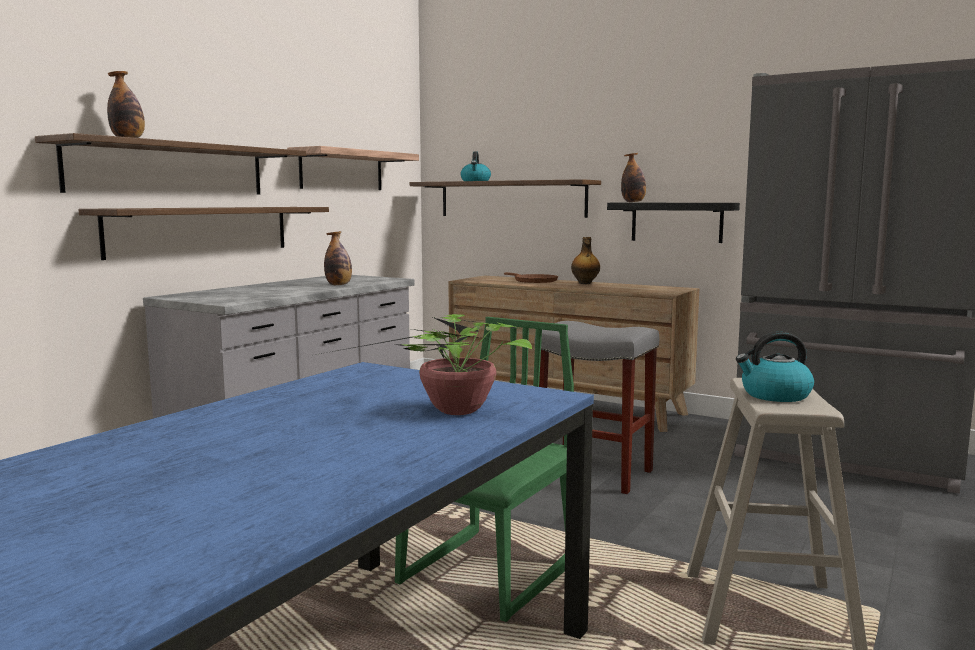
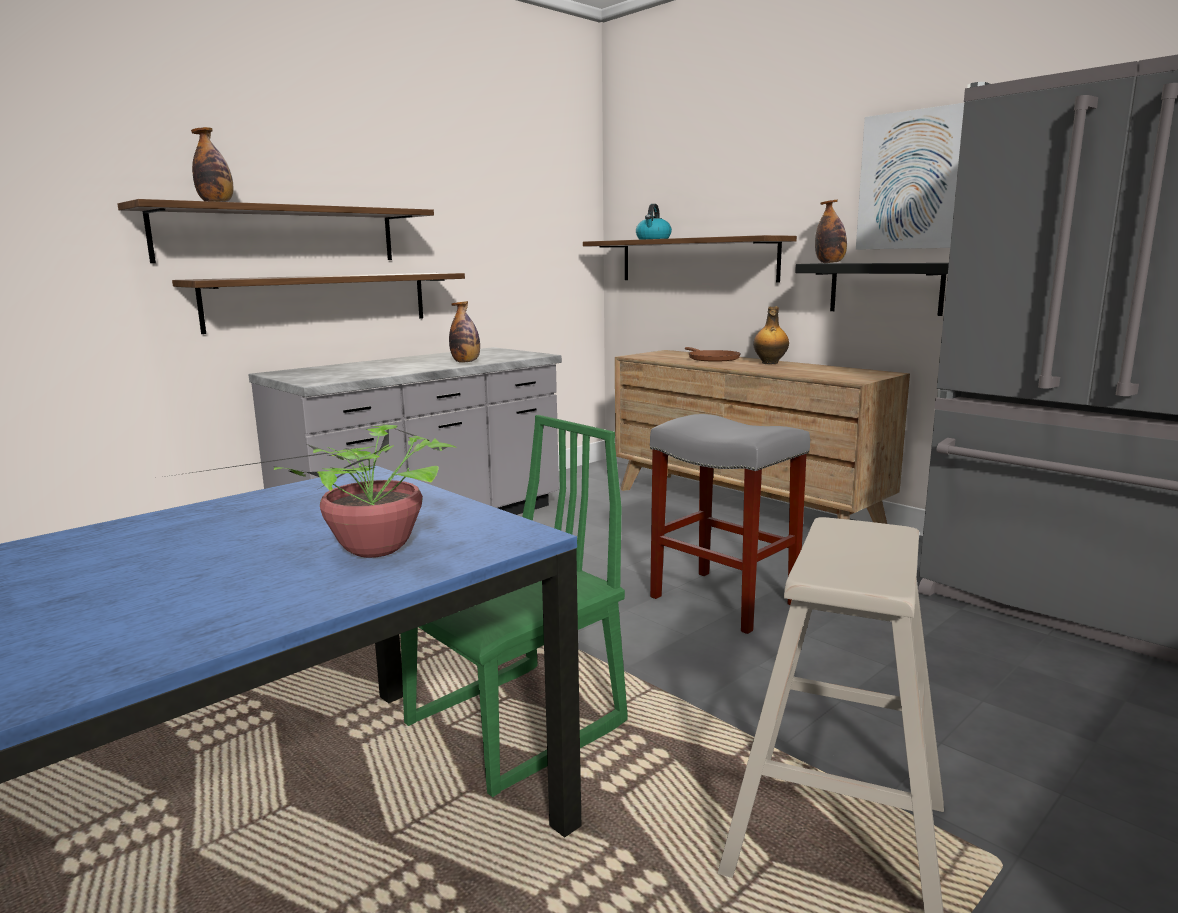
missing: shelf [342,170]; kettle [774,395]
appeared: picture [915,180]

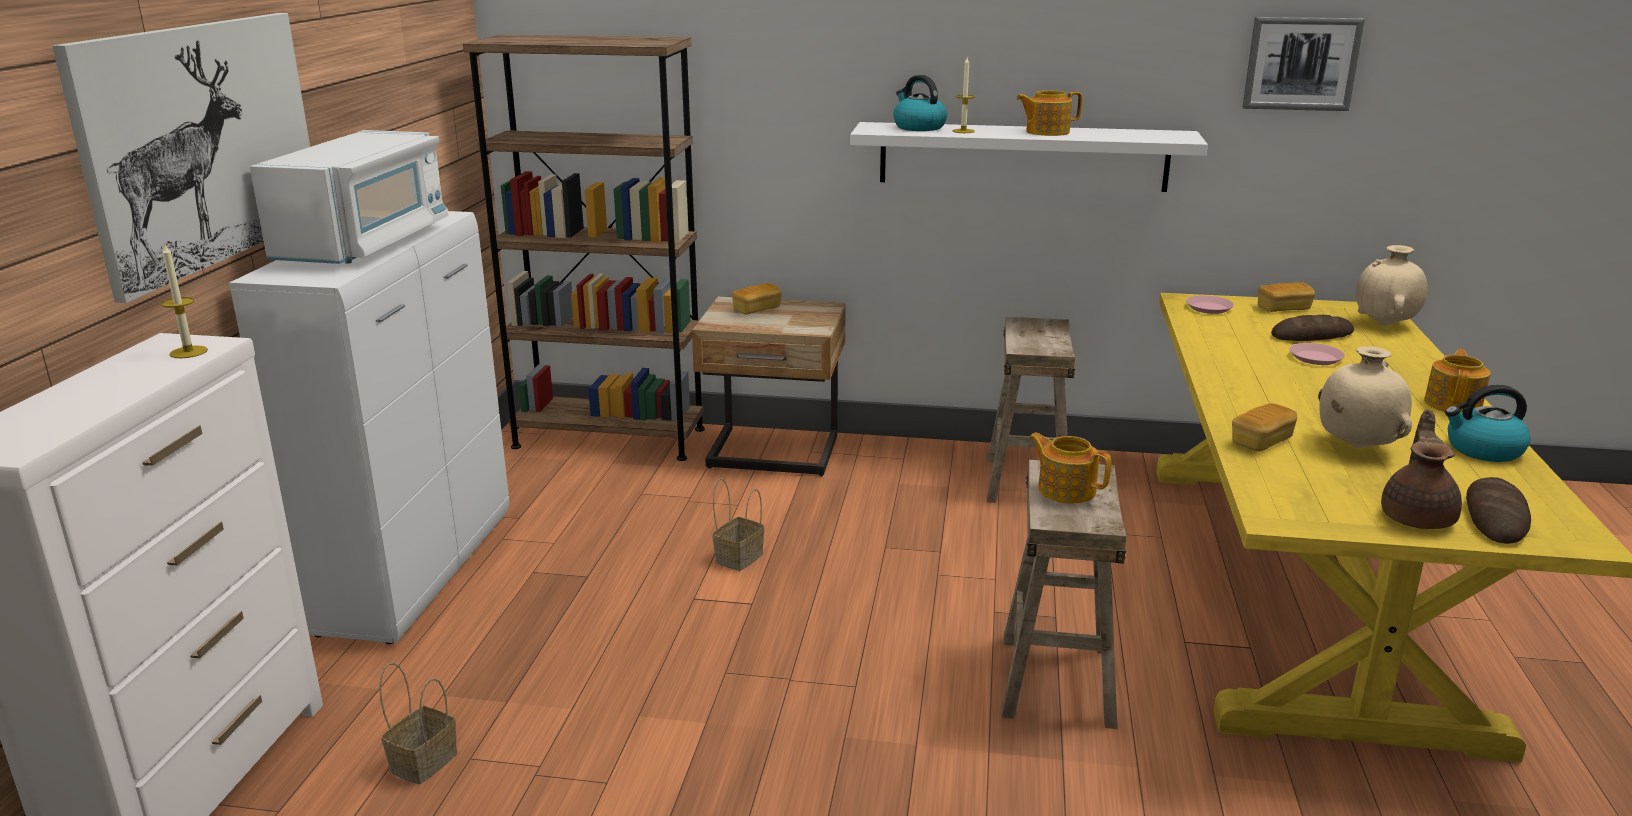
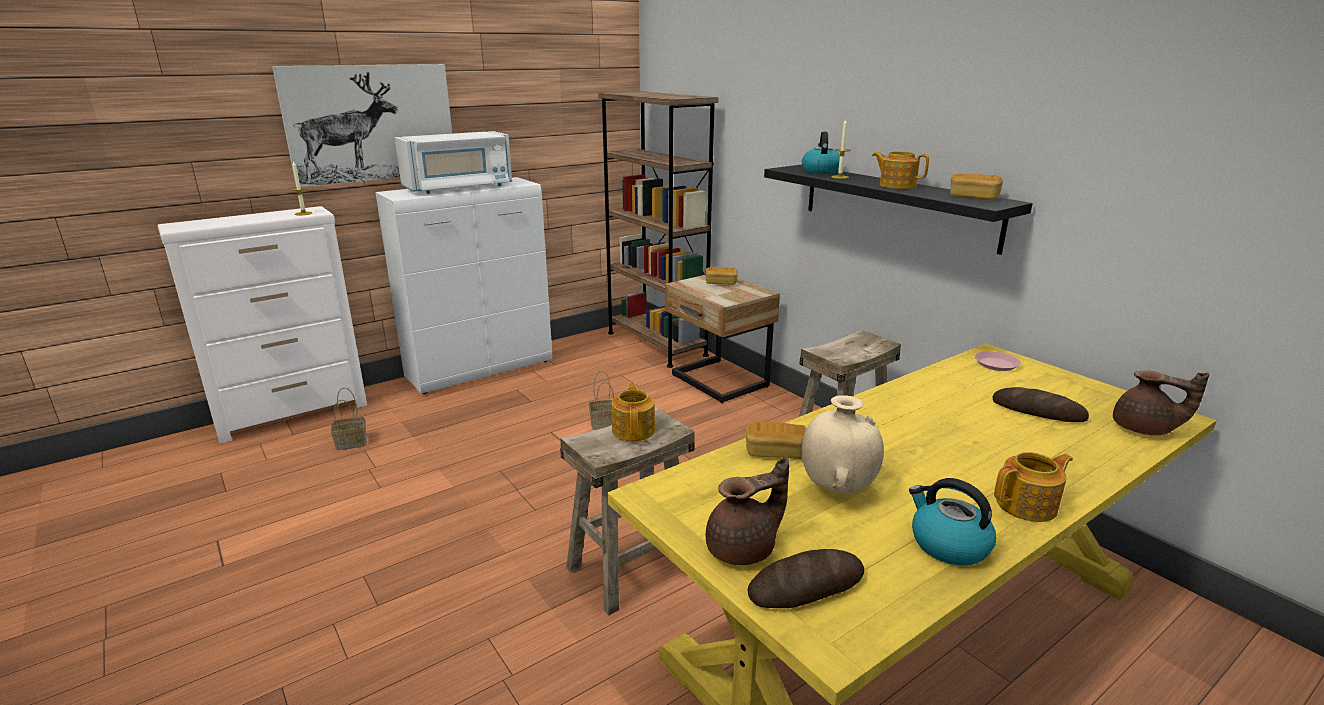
missing: picture [1301,63]; plate in pink [1315,358]
relocated: bread [1283,309] to [973,197]
exchanged: vase in beige [1384,325] to teapot in brown [1144,429]
colour: shelf in white [1022,156] to shelf in black [897,205]

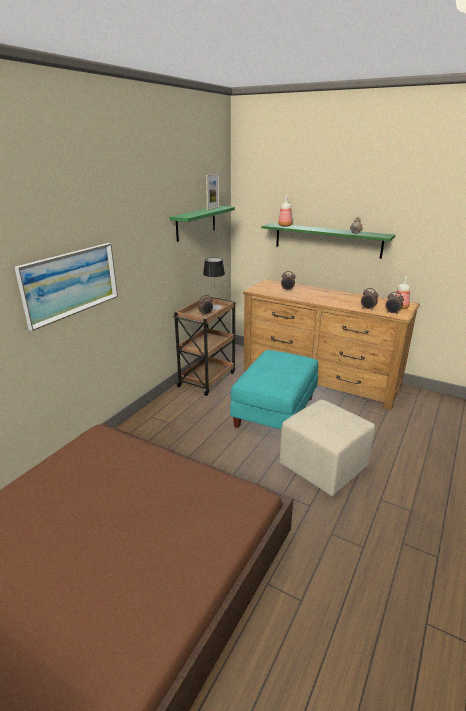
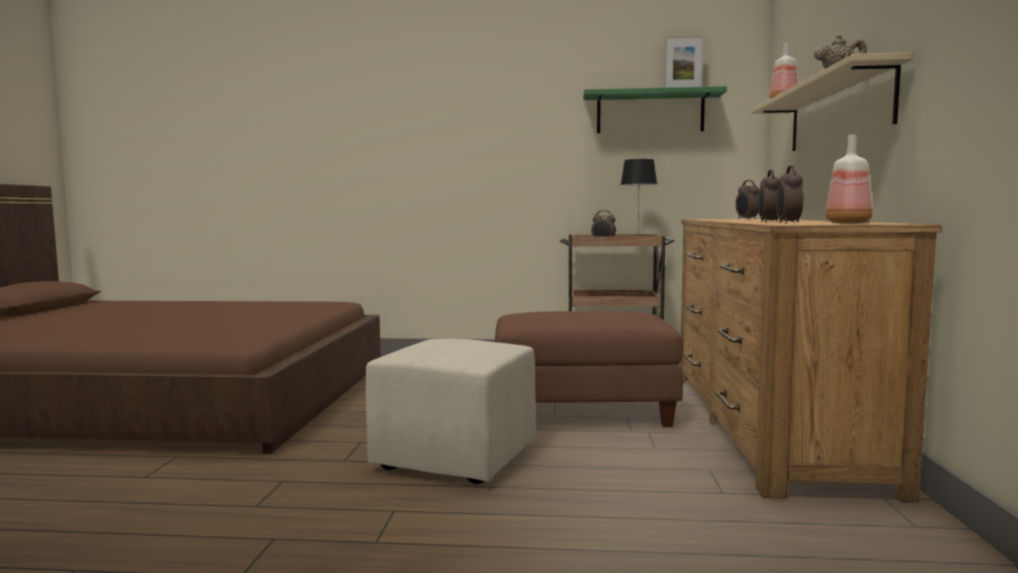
missing: picture [70,283]
colour: ottoman in turquoise [274,411] to ottoman in brown [583,410]; shelf in green [327,240] to shelf in beige [837,113]

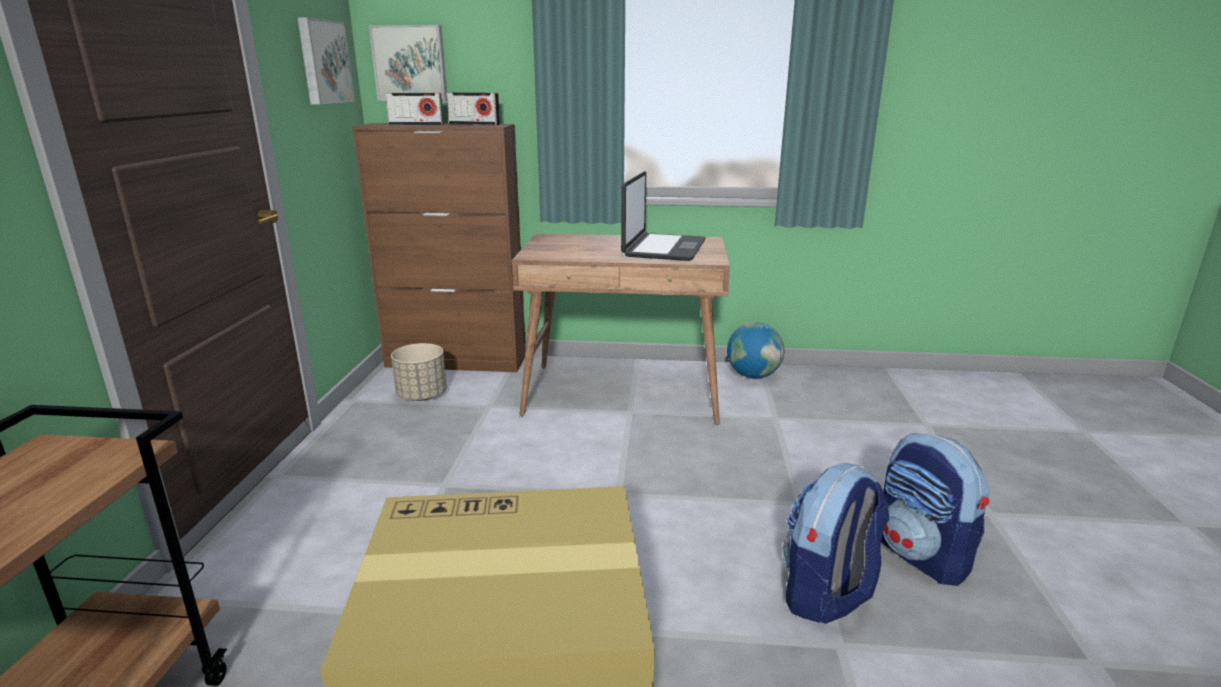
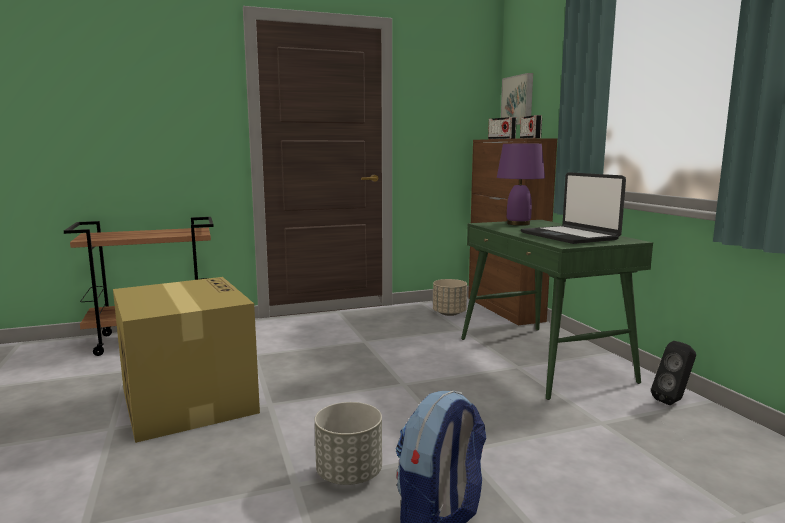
missing: picture [323,62]
appeared: table lamp in purple [518,224]
exchanged: backpack [827,594] to planter in grey [348,474]; globe [753,375] to speaker in black [673,401]
colour: desk in brown [623,393] to desk in green [543,359]
spun: laptop [663,248] = [569,236] 75 degrees clockwise

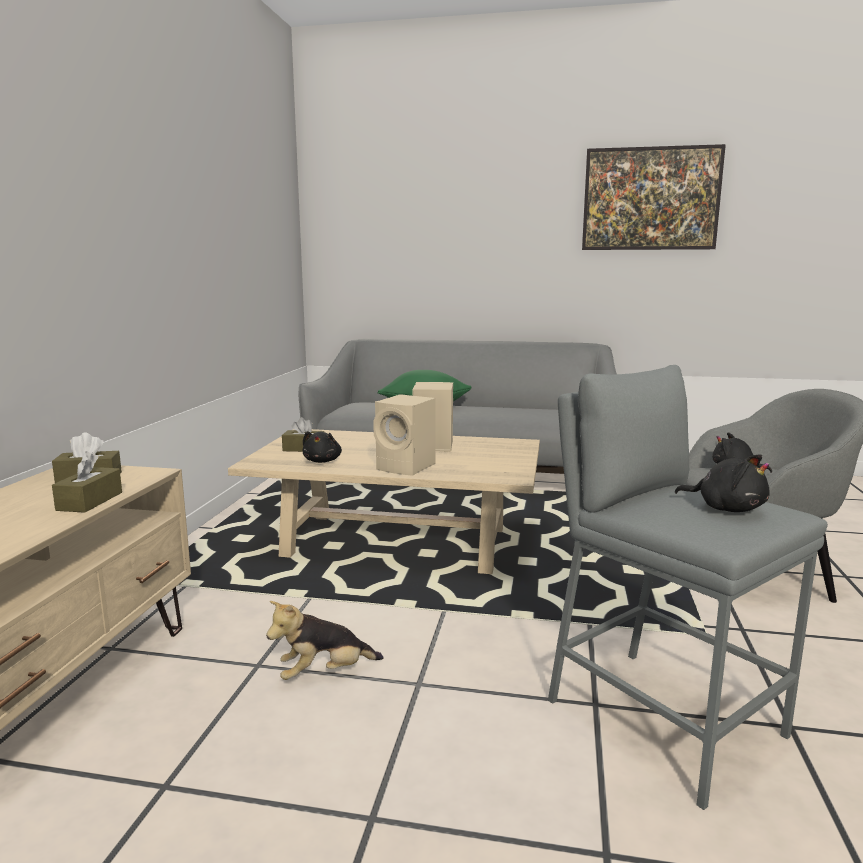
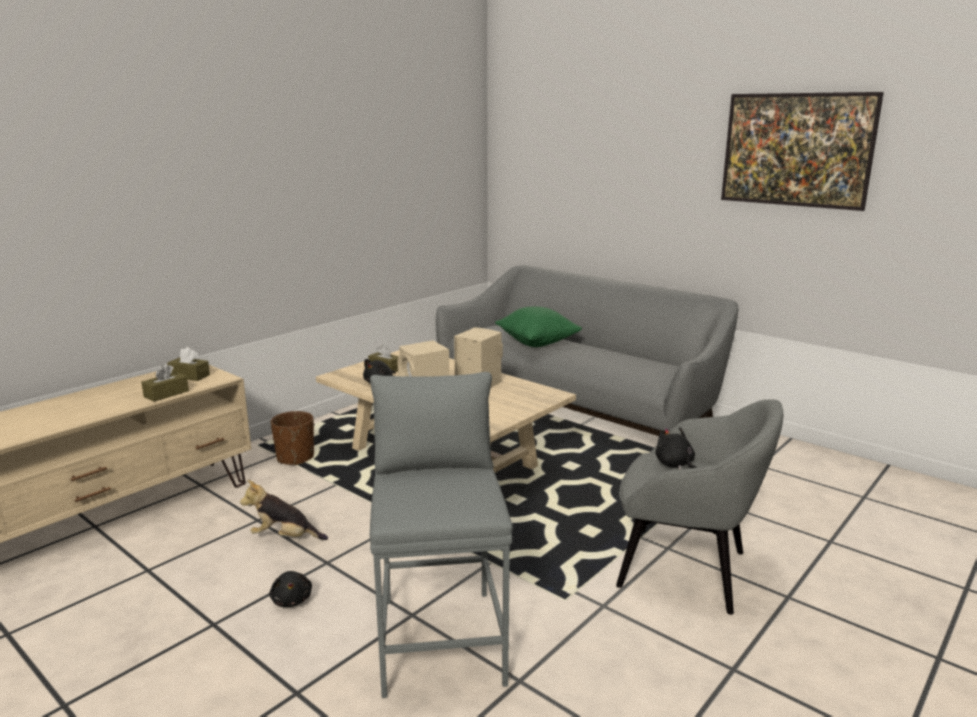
appeared: planter in brown [295,458]
relocated: plush toy in black [726,508] to [292,600]

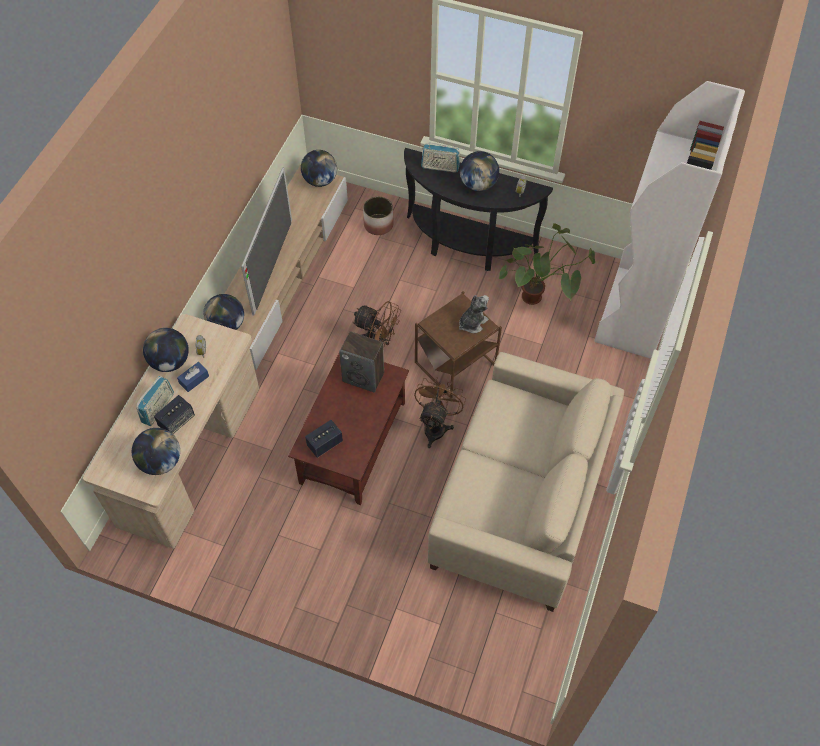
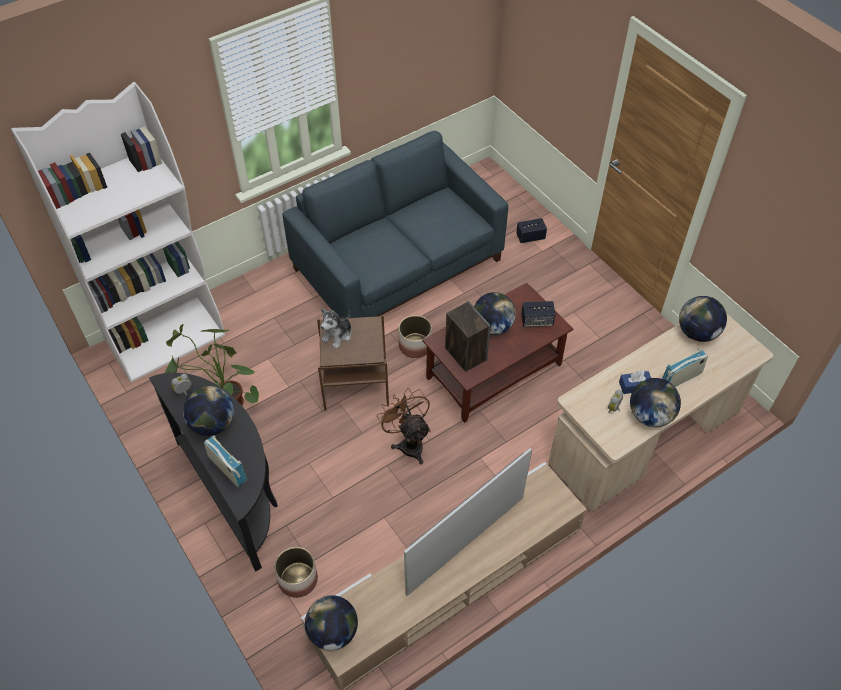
relocated: globe [227,325] to [492,327]; speaker [176,421] to [530,237]
exchanged: fan in brown [436,426] to planter [415,346]
colour: sofa in beige [520,499] to sofa in blue [398,265]
spun: plush toy [472,323] = [338,335] 45 degrees counterclockwise

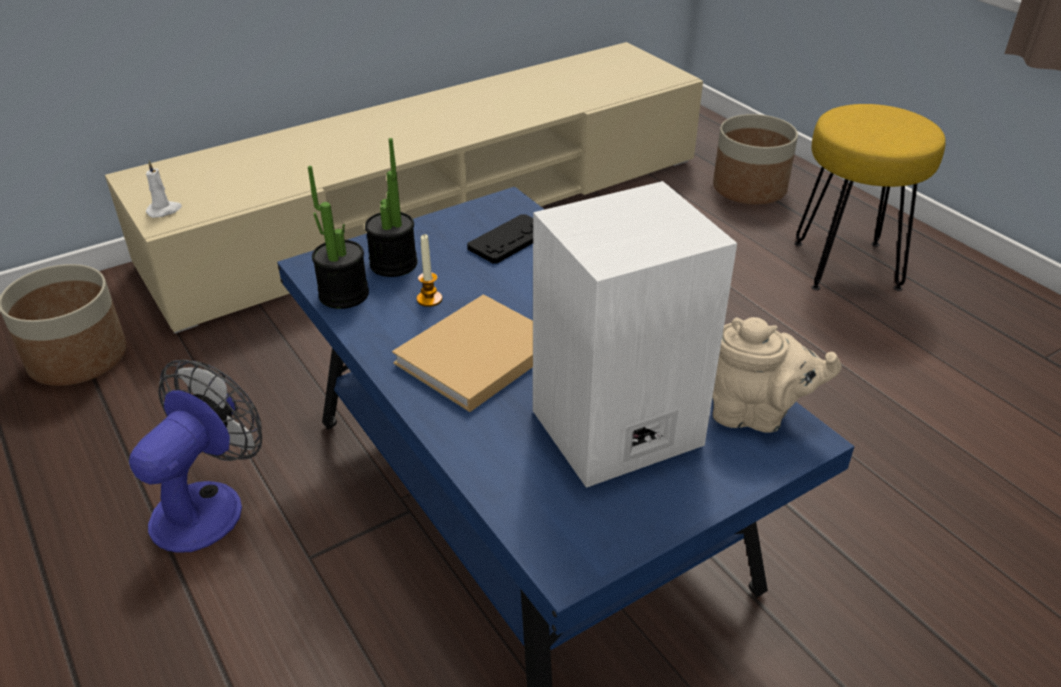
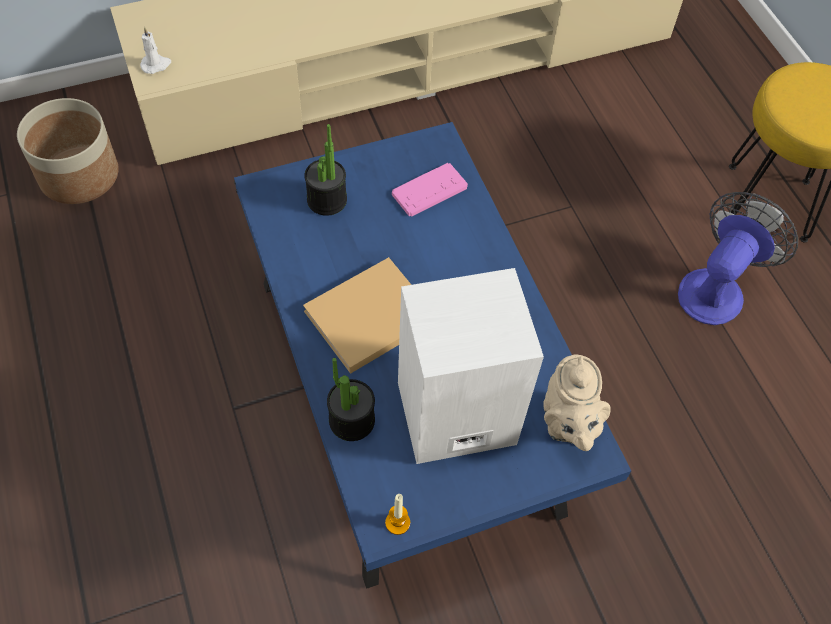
missing: planter [750,188]
relocated: potted plant [344,294] to [352,420]; candle [429,299] to [397,522]; fan [207,504] to [716,288]
colour: game controller in black [509,240] to game controller in pink [429,190]
spun: teapot in beige [756,415] = [567,424] 60 degrees clockwise

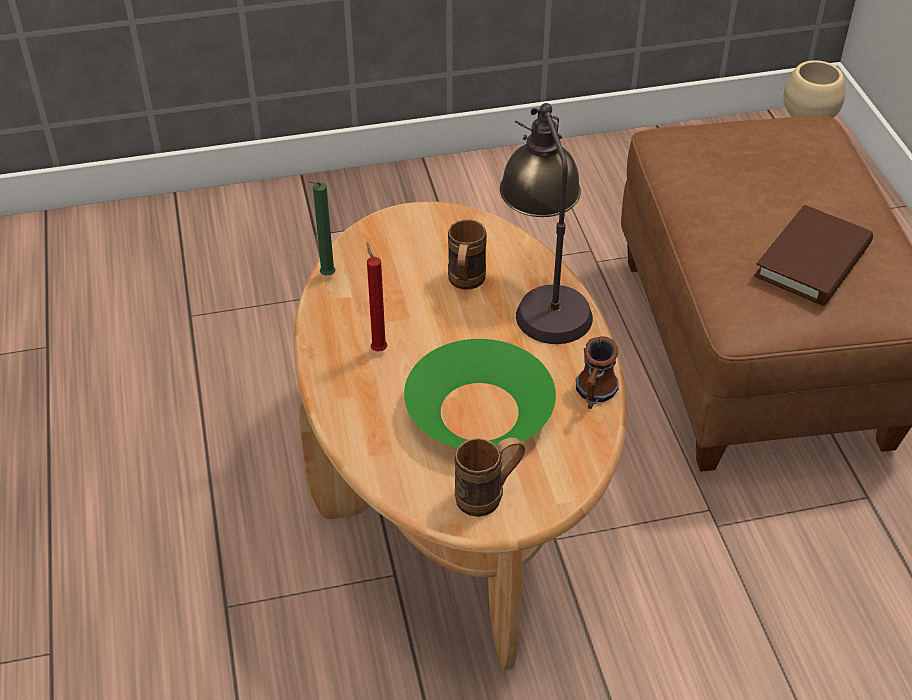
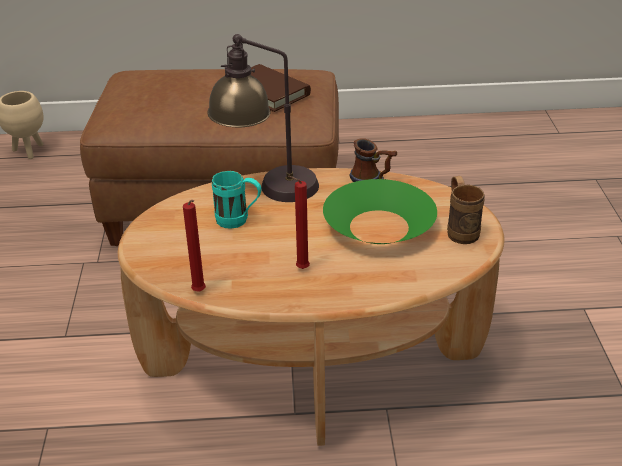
colour: candle in green [325,276] to candle in red [200,293]; mug in brown [464,284] to mug in turquoise [239,221]

